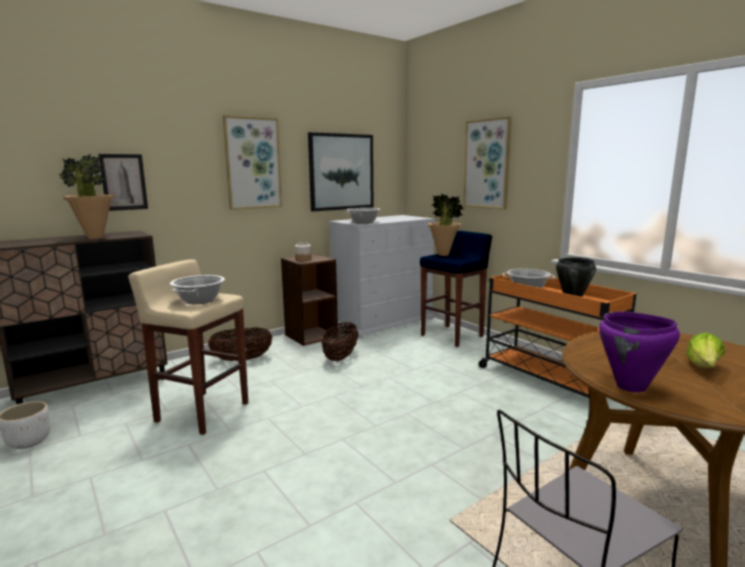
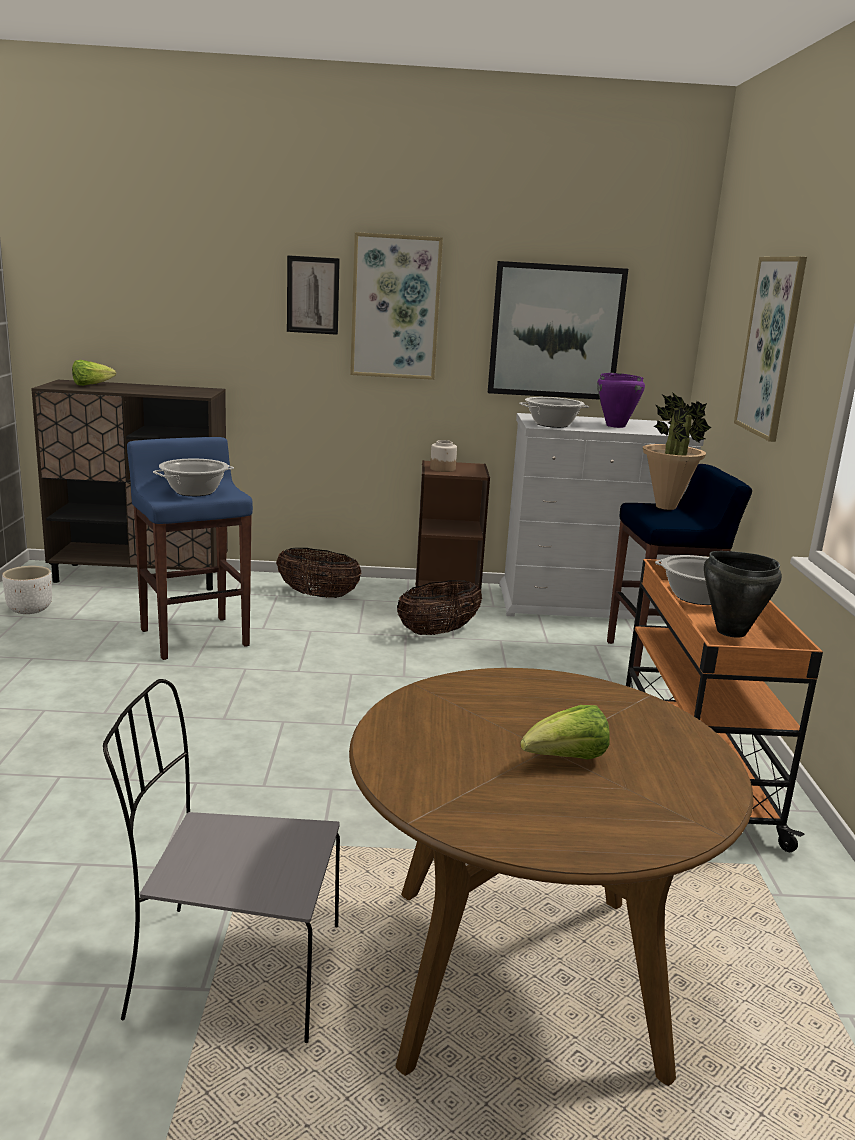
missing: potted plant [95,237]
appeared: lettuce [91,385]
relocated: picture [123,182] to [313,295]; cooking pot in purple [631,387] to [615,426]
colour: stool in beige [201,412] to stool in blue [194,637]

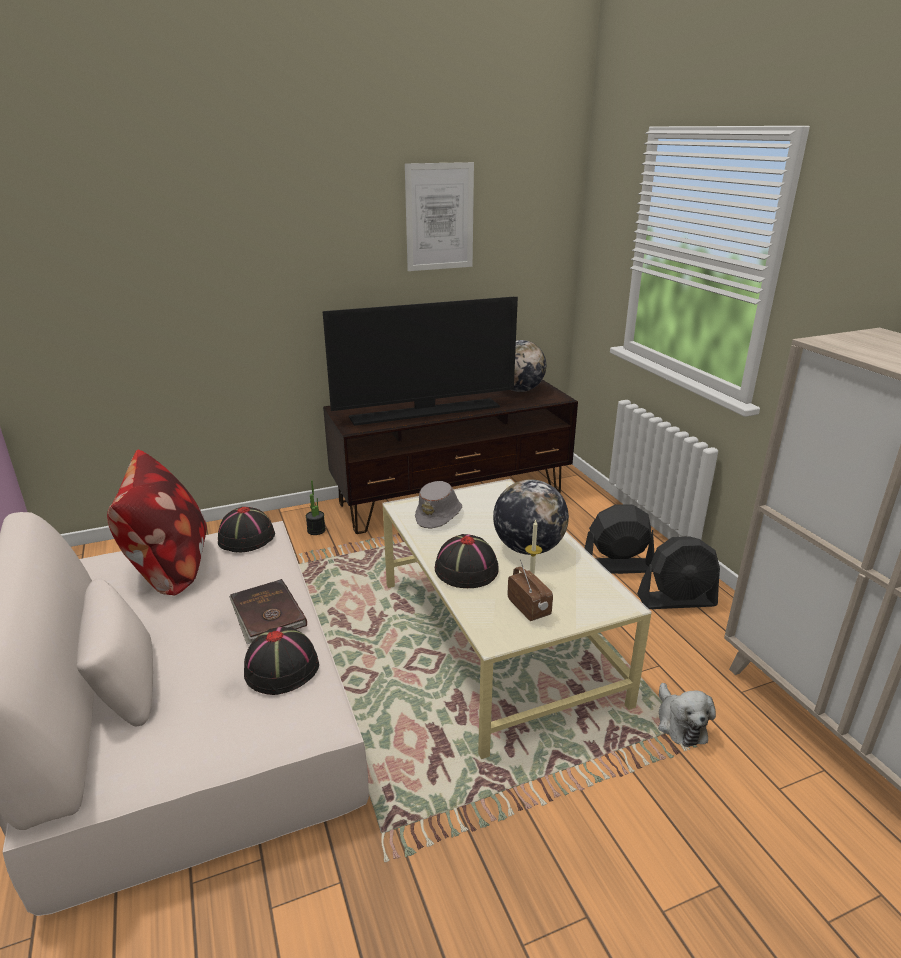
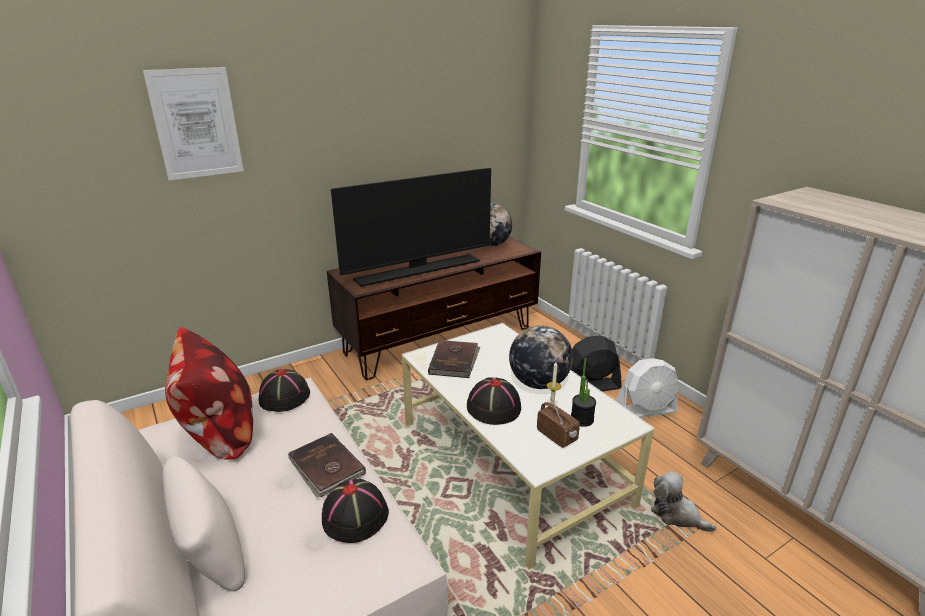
relocated: picture [439,217] to [196,124]; potted plant [316,530] to [582,419]
exchanged: hat in grey [439,515] to book in brown [454,361]
colour: fan in black [677,600] to fan in white [645,410]
spun: plush toy [680,723] = [676,514] 150 degrees clockwise

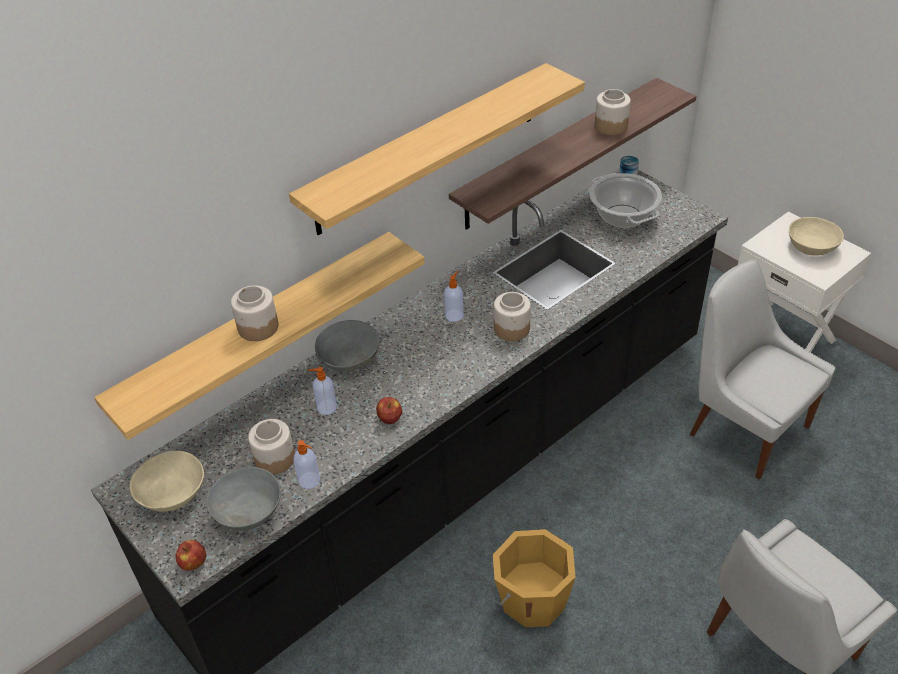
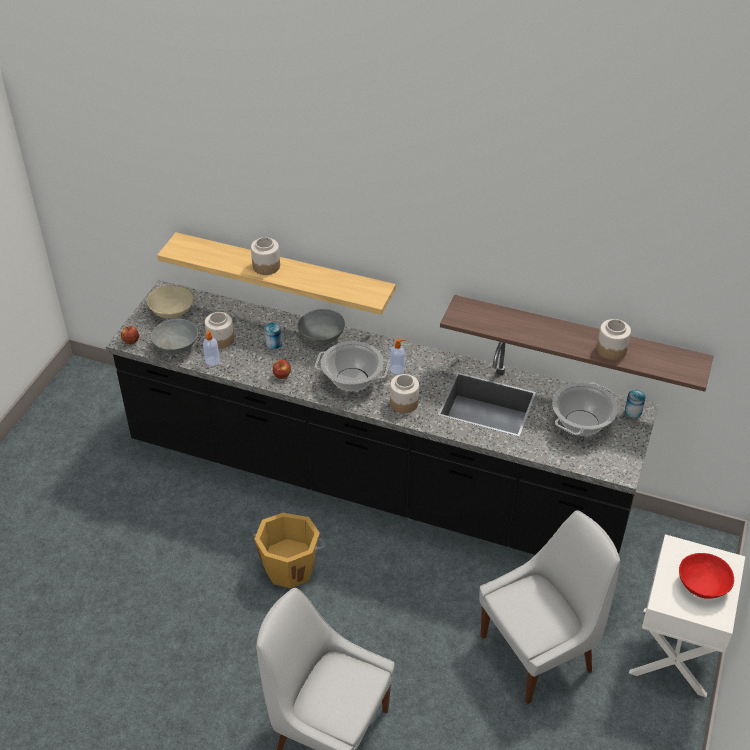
missing: shelf [428,148]
appeared: cooking pot [352,379]
exchanged: soap dispenser [326,407] to can [274,343]
colour: bowl in beige [812,247] to bowl in red [702,586]
spun: chair in white [745,428] = [540,652] 45 degrees clockwise

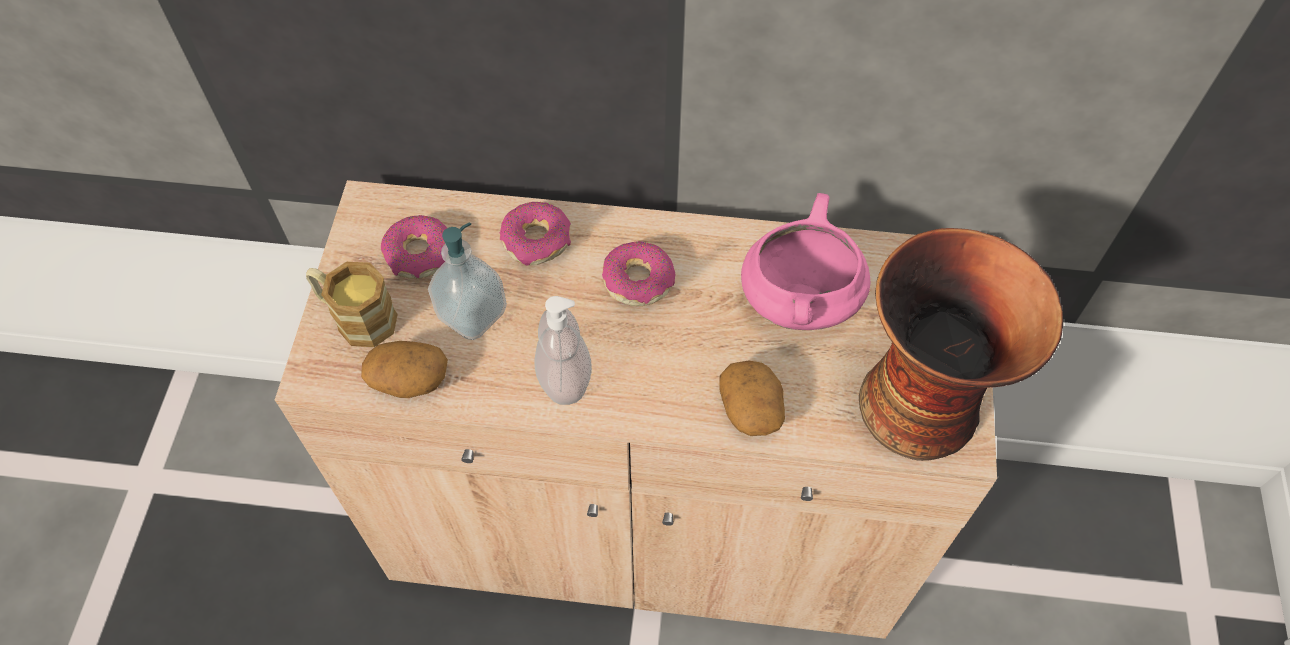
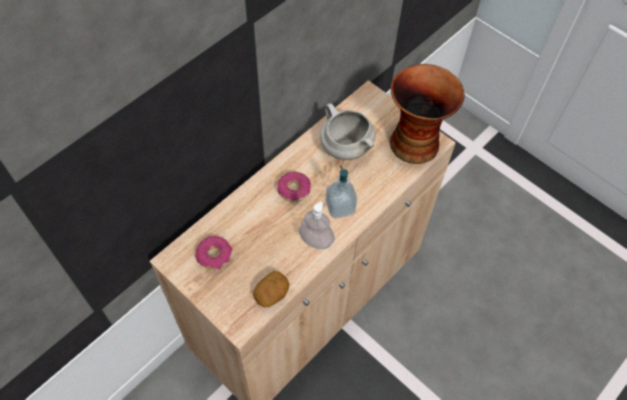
missing: mug [356,317]; donut [537,240]; potato [751,409]
relocated: soap dispenser [472,313] to [340,207]
colour: cooking pot in pink [798,299] to cooking pot in white [345,147]

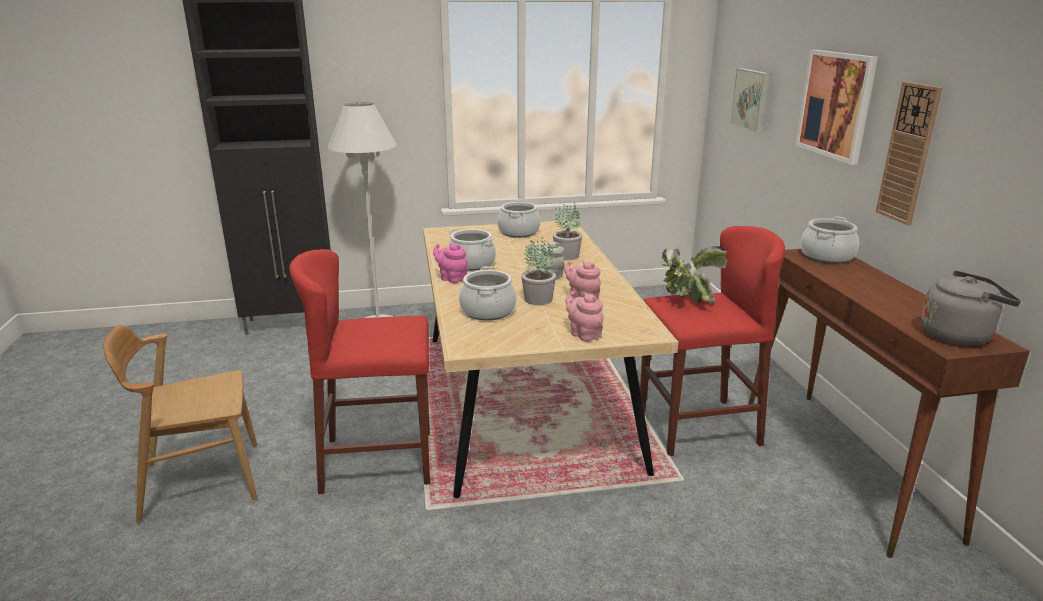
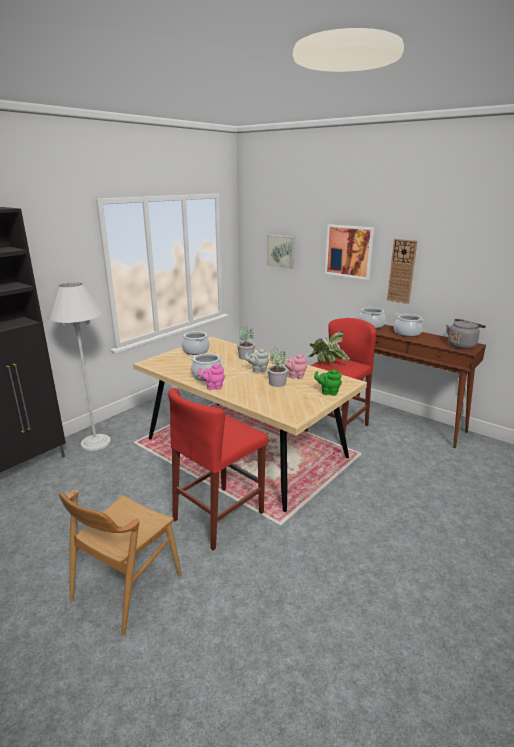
relocated: cooking pot [488,311] to [407,333]
colour: teapot in pink [583,334] to teapot in green [328,392]

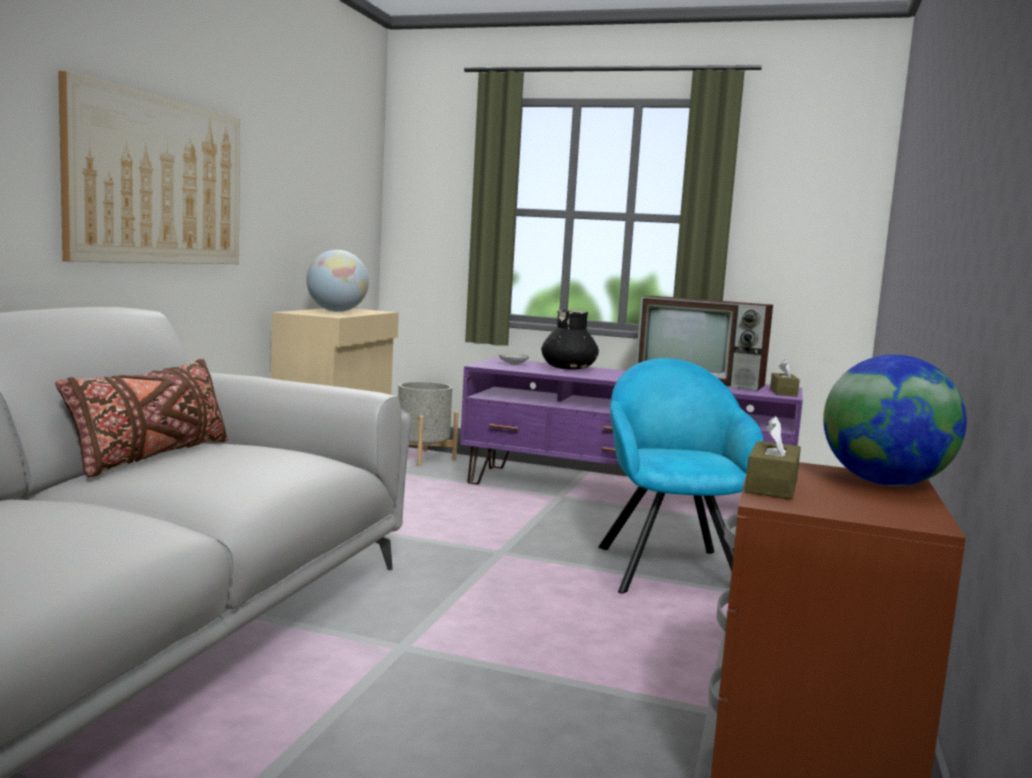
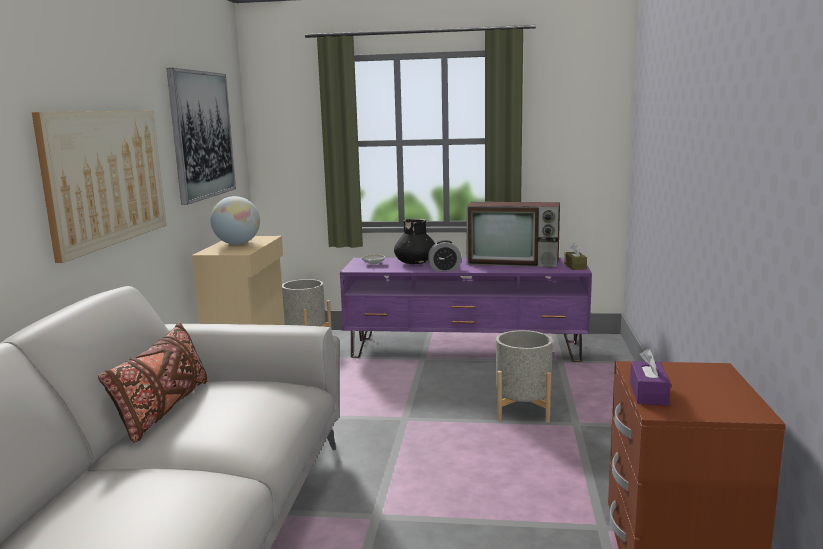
missing: globe [884,483]
appeared: picture [202,135]; alarm clock [444,269]
exchanged: armchair in turquoise [667,566] to planter in grey [523,410]
colour: tissue box in brown [771,486] to tissue box in purple [648,393]

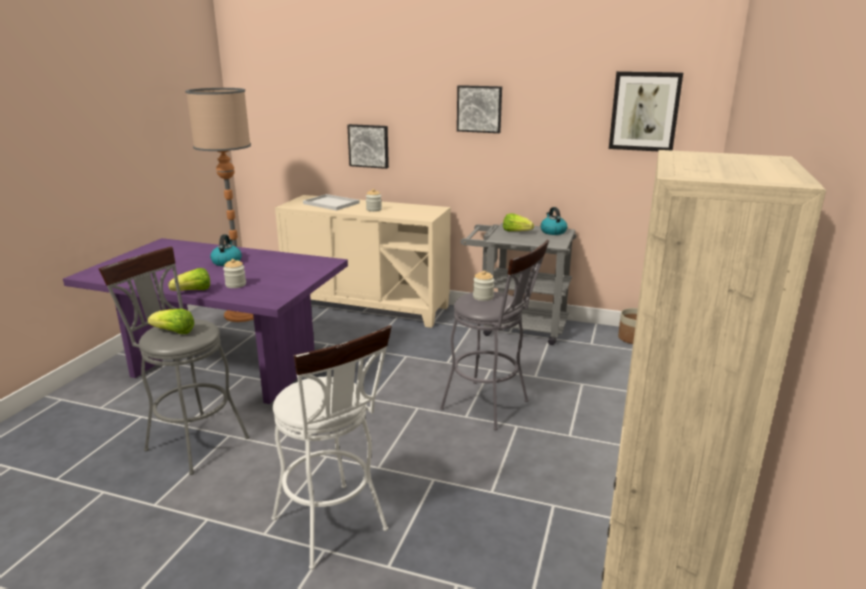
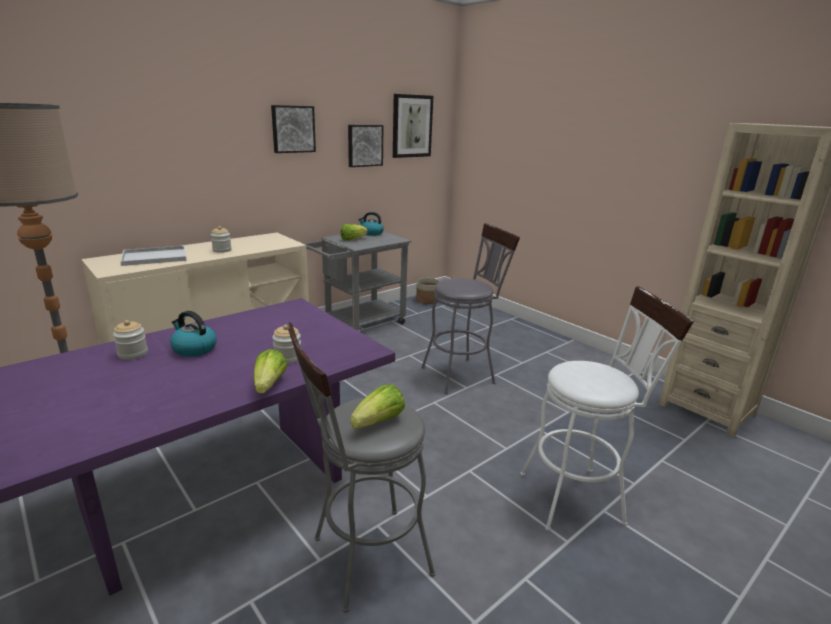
relocated: jar [483,297] to [133,354]; picture [369,146] to [364,145]

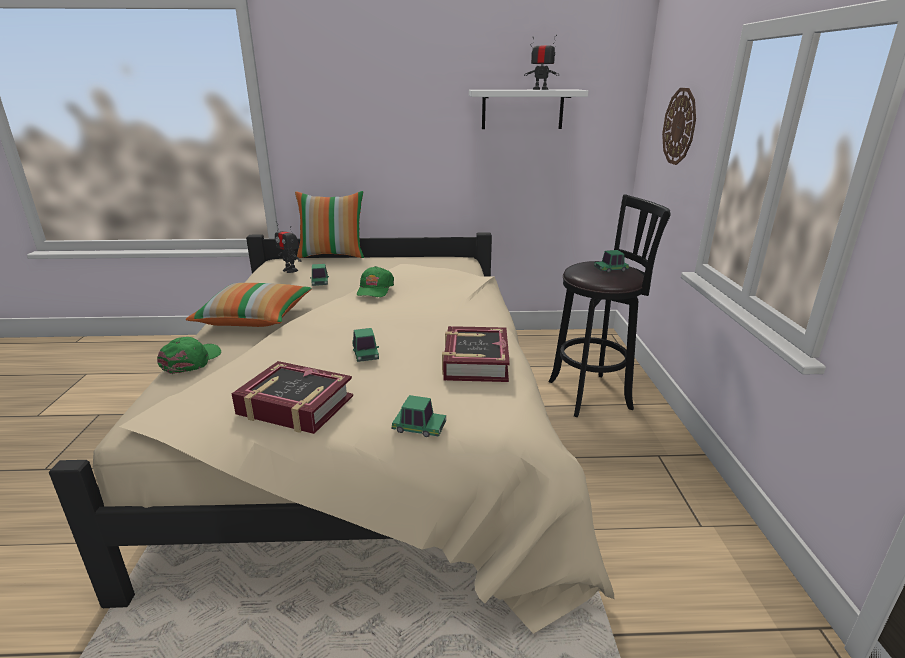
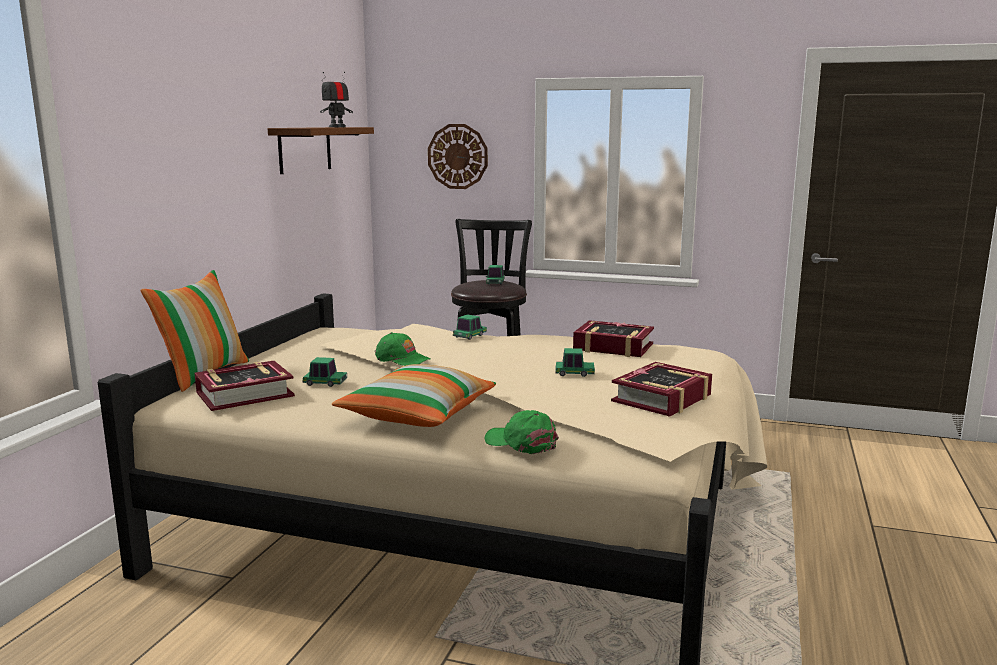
relocated: toy car [419,428] to [469,336]
exchanged: toy robot [290,270] to book [244,394]
colour: shelf in white [522,109] to shelf in brown [305,149]

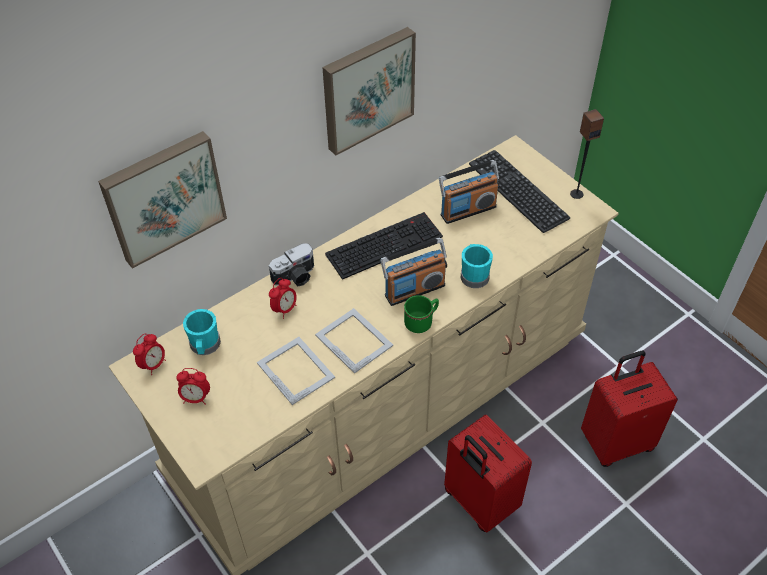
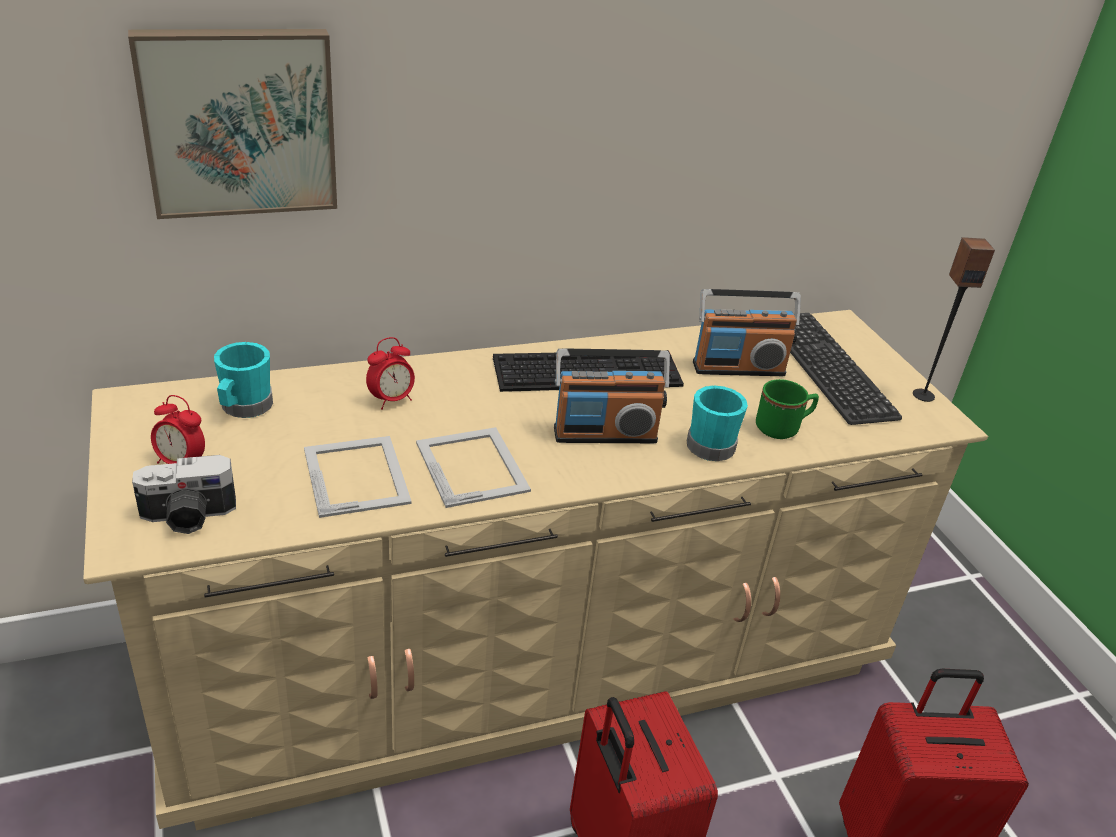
missing: alarm clock [153,365]; picture [367,89]
relocated: photo camera [296,277] to [188,517]; mug in green [422,321] to [783,428]

